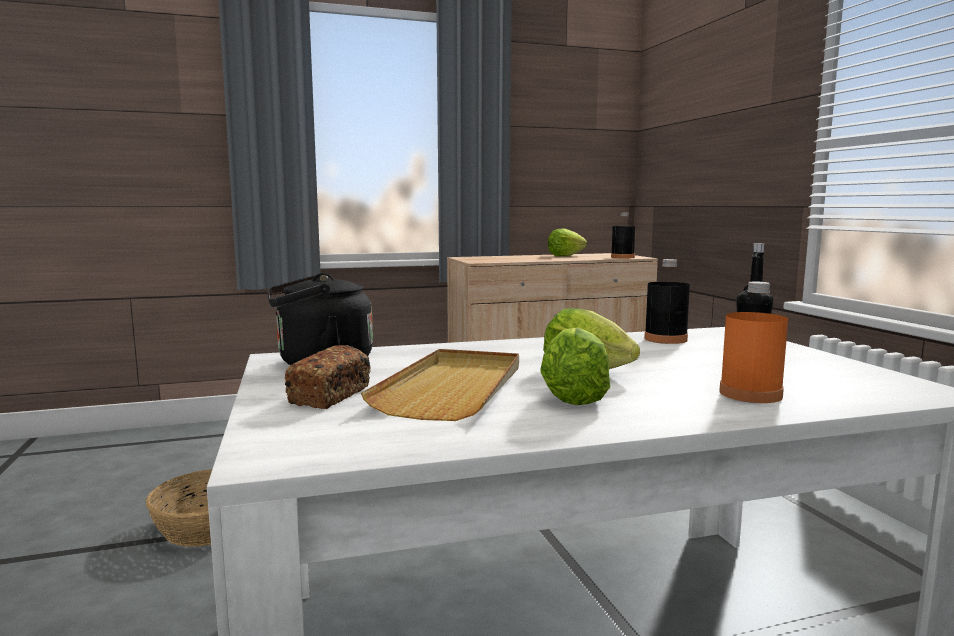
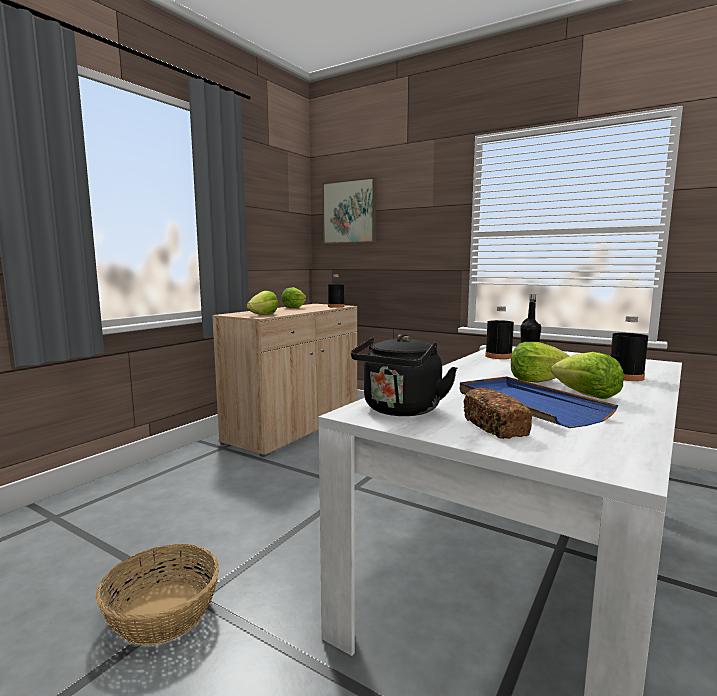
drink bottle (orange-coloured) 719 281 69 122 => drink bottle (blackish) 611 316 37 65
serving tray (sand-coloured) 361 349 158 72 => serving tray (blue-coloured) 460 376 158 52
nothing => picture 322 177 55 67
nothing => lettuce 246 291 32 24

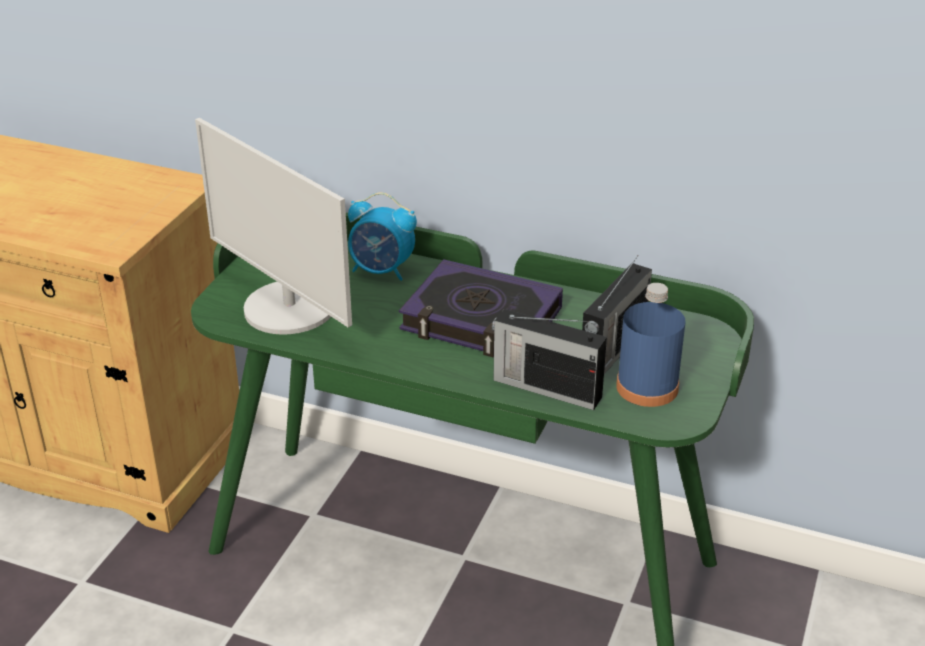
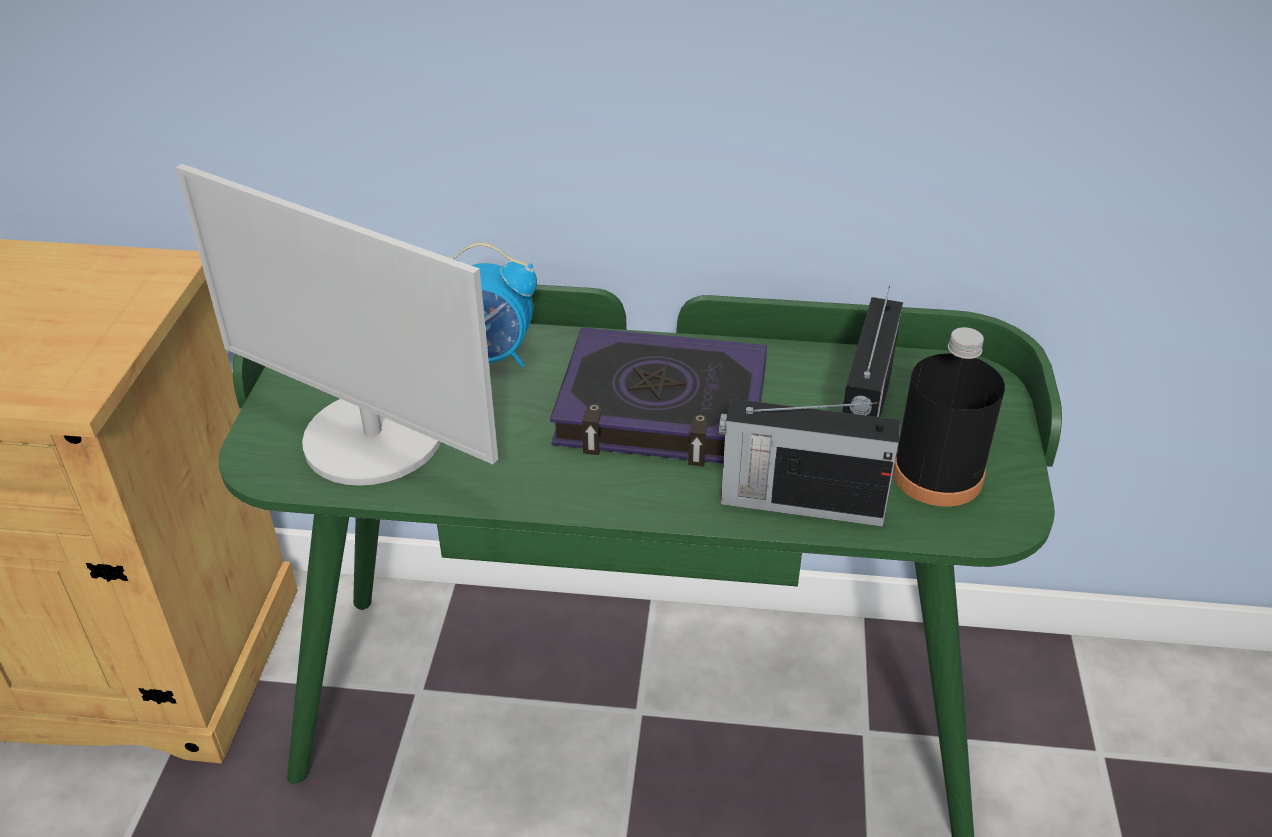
drink bottle (blue-coloured) 616 283 70 124 => drink bottle (blackish) 893 327 112 180

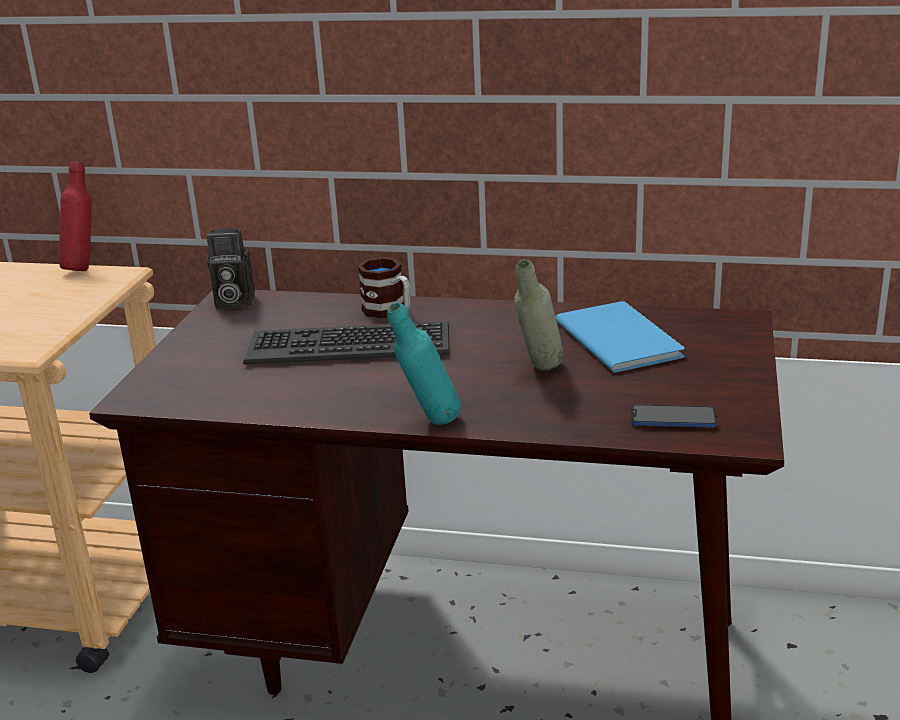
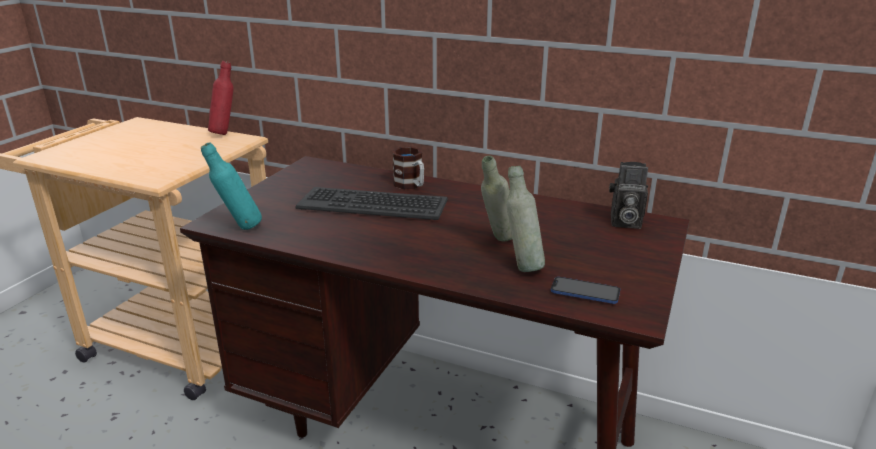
photo camera 207 228 48 81 => photo camera 609 162 39 67, shifted
book (blue-coloured) 556 301 129 72 => nothing
drink bottle (turquoise-coloured) 387 302 74 123 => drink bottle (turquoise-coloured) 201 143 61 87, shifted
nothing => drink bottle (gray) 506 166 39 106

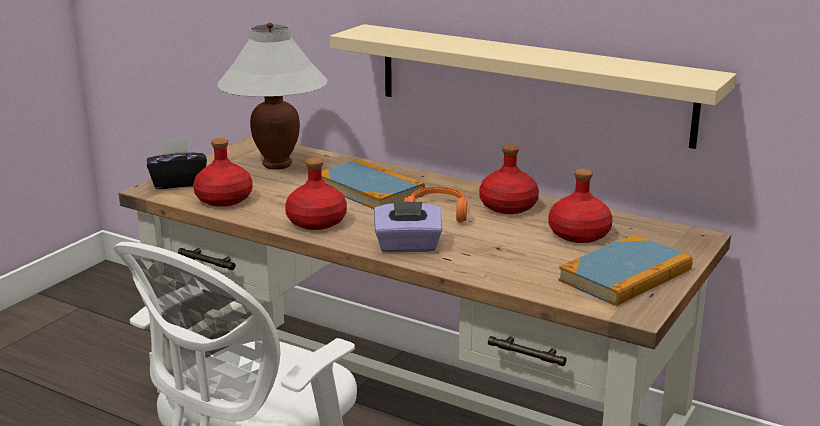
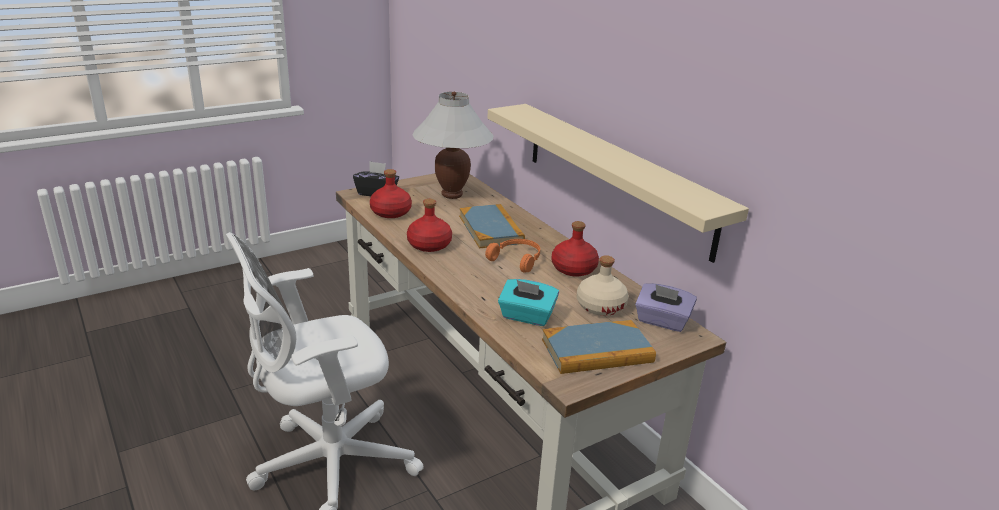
drink bottle (reddish) 549 169 64 74 => drink bottle (sand-coloured) 577 255 52 61
box of tissues (purple) 374 201 68 52 => box of tissues (purple) 635 283 62 49, shifted
nothing => box of tissues (turquoise-coloured) 498 279 61 47

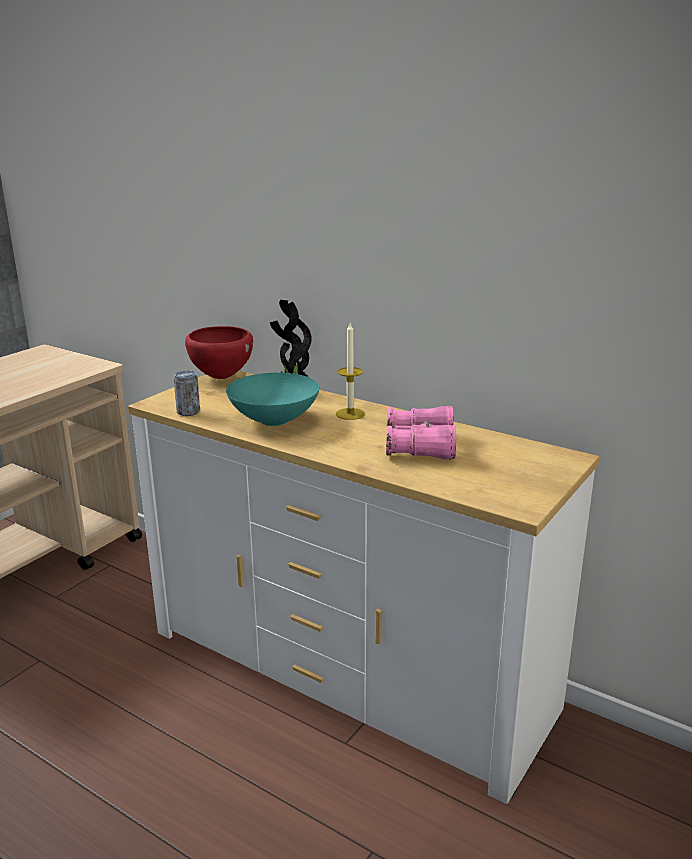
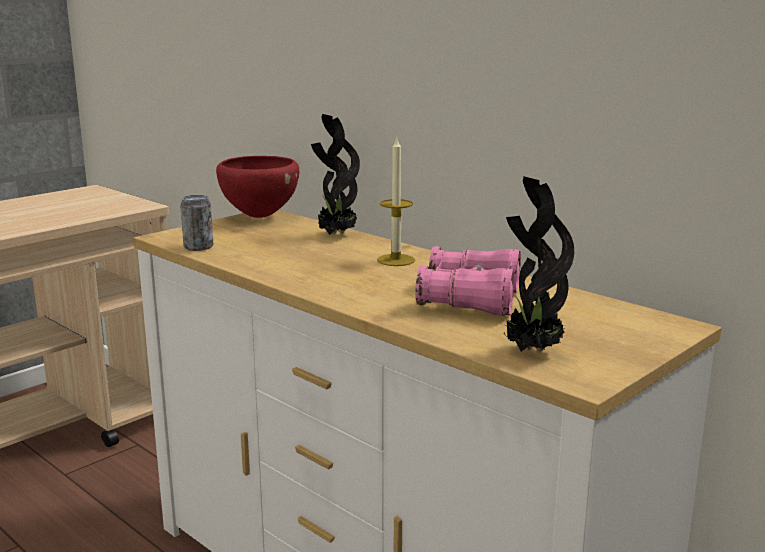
bowl (turquoise-coloured) 226 373 94 53 => nothing
nothing => houseplant 504 176 70 176

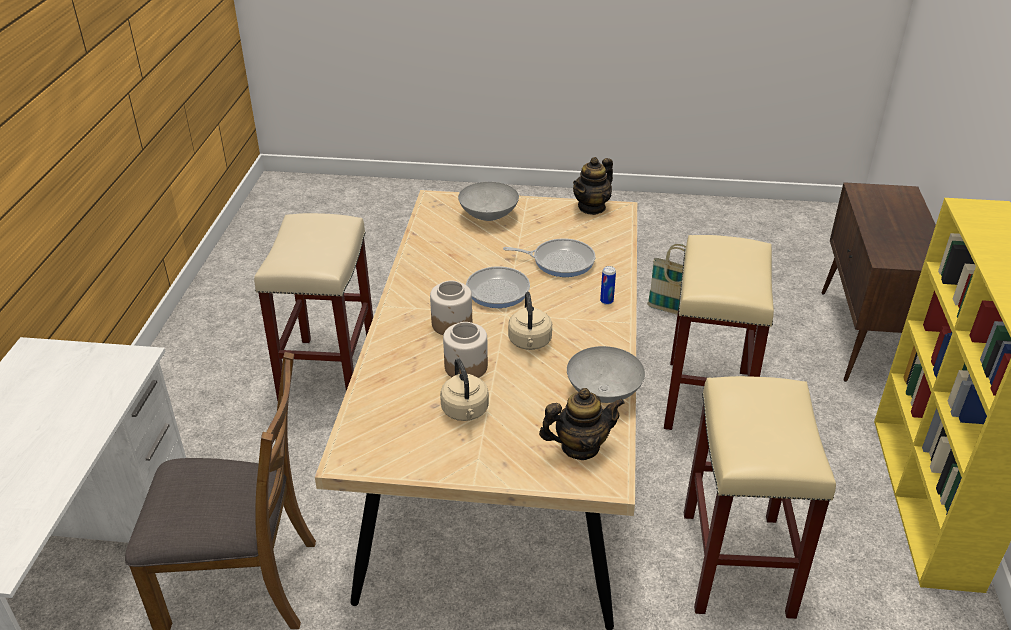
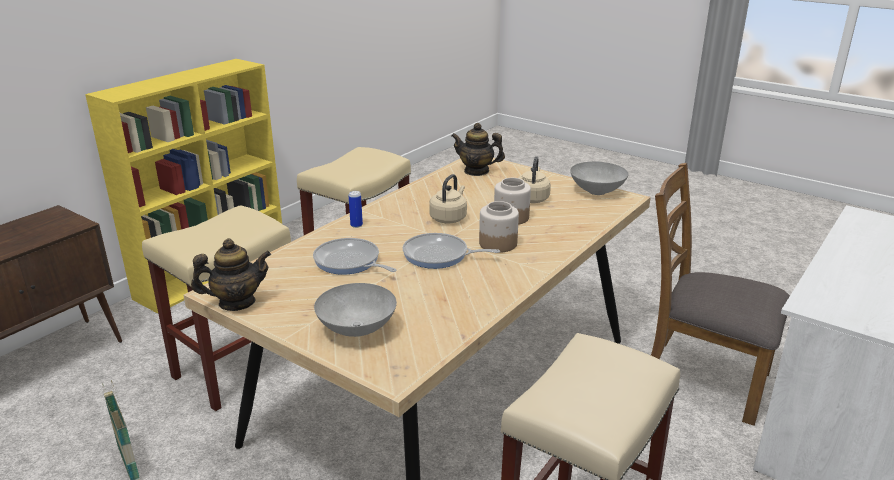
bowl (gray) 567 346 78 57 => bowl (gray) 570 161 58 34, shifted

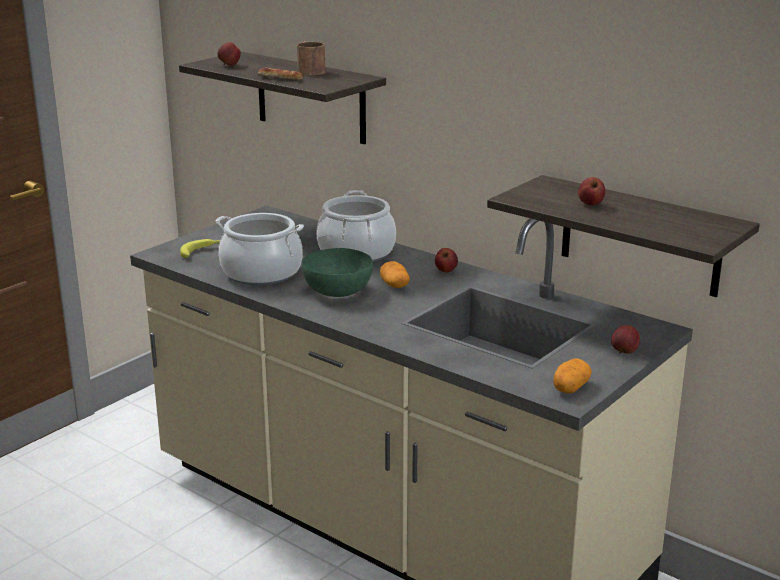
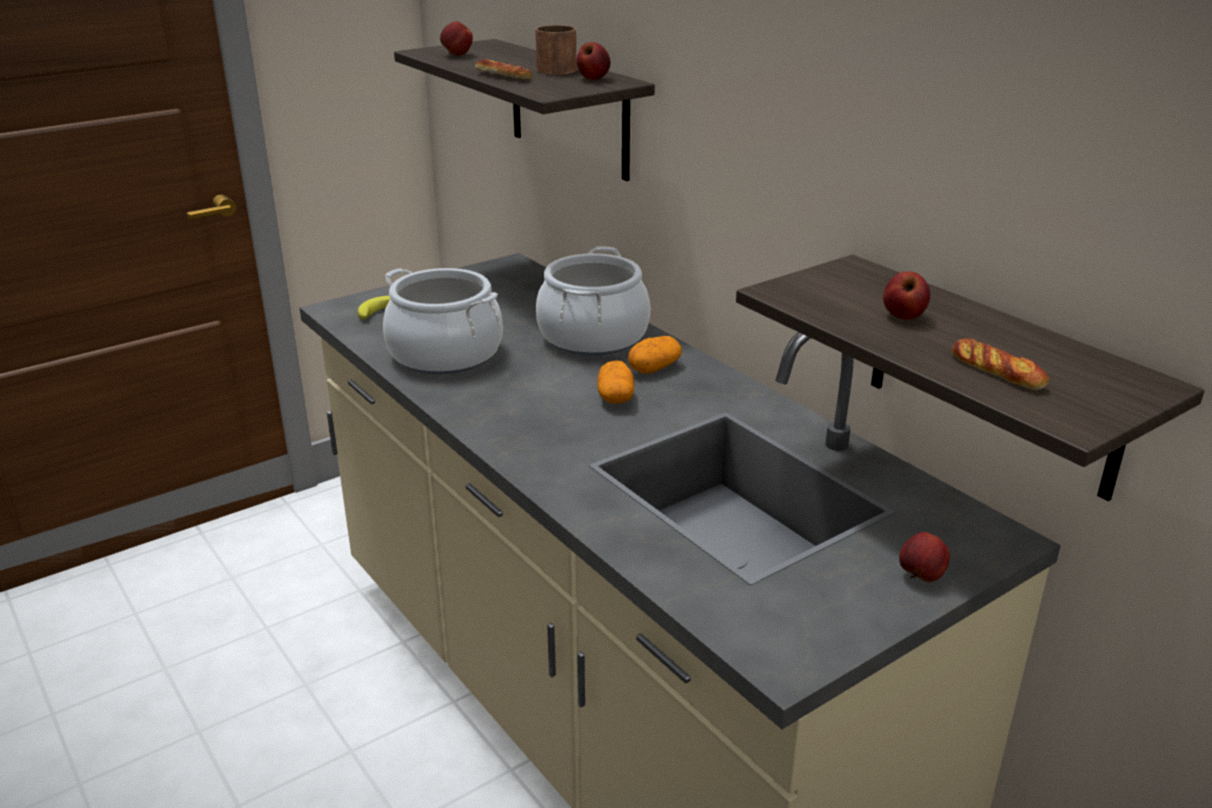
bowl (green) 302 248 71 49 => nothing
apple fruit 435 248 23 24 => apple fruit 577 42 34 38, shifted
potato 553 358 39 36 => potato 628 336 54 38, shifted
nothing => baked bread 952 338 97 52

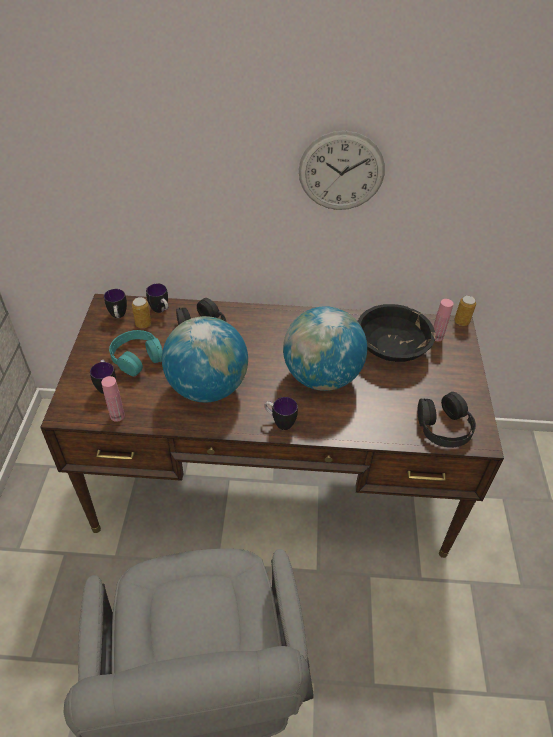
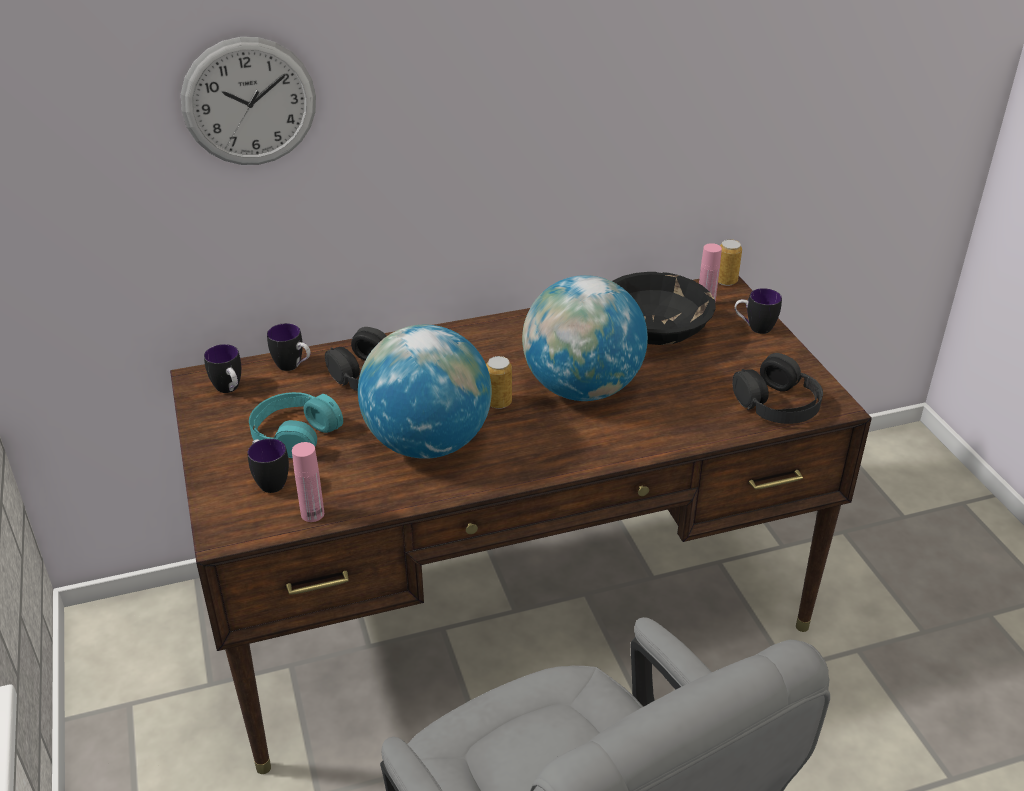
hanging clock 299 131 86 79 => hanging clock 181 37 135 128, shifted
metal can 132 297 19 31 => metal can 486 356 26 53, shifted
tea mug 264 397 34 33 => tea mug 735 288 47 46, shifted

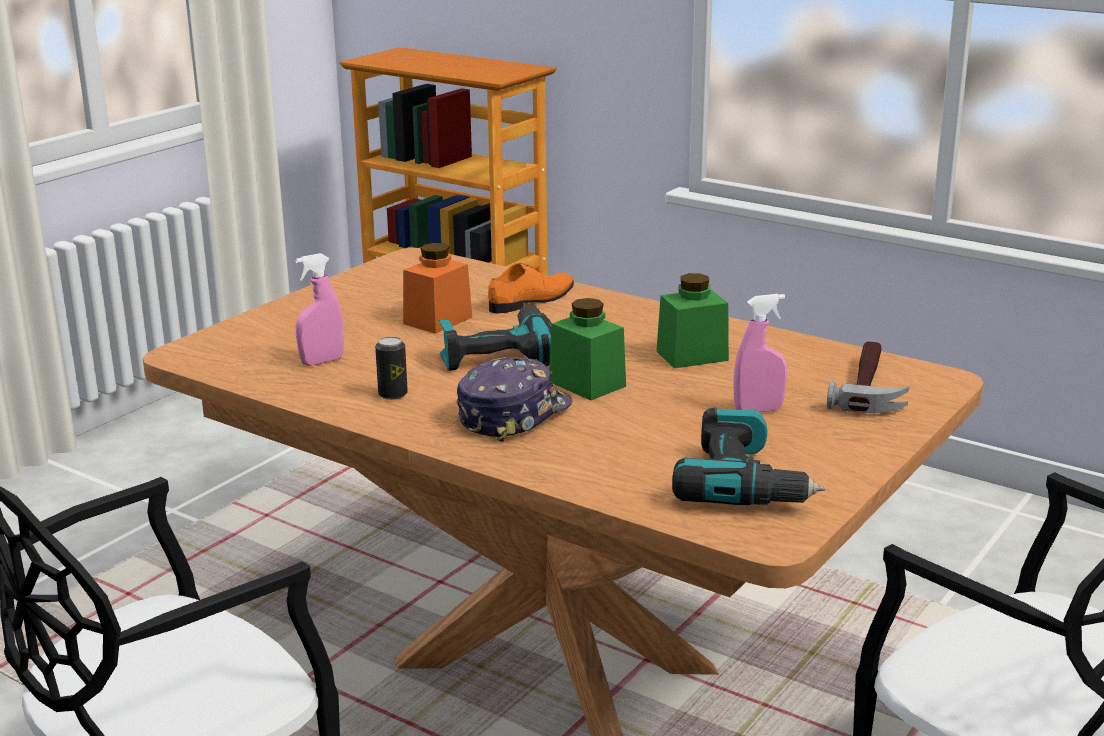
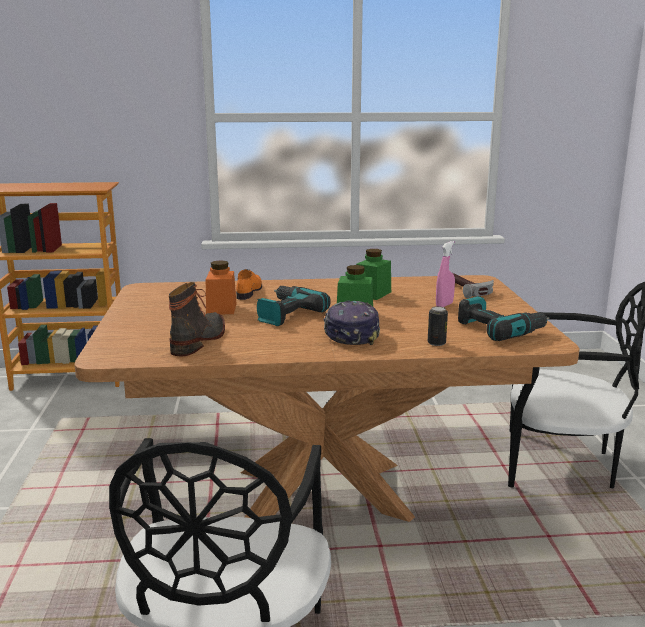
sprayer (pink) 295 253 49 113 => high-top boot 169 282 56 75
metal can 375 337 33 63 => metal can 428 306 20 40, shifted

